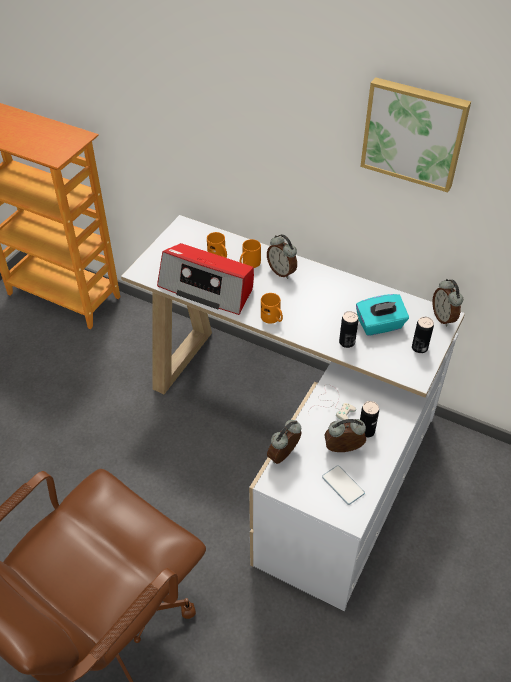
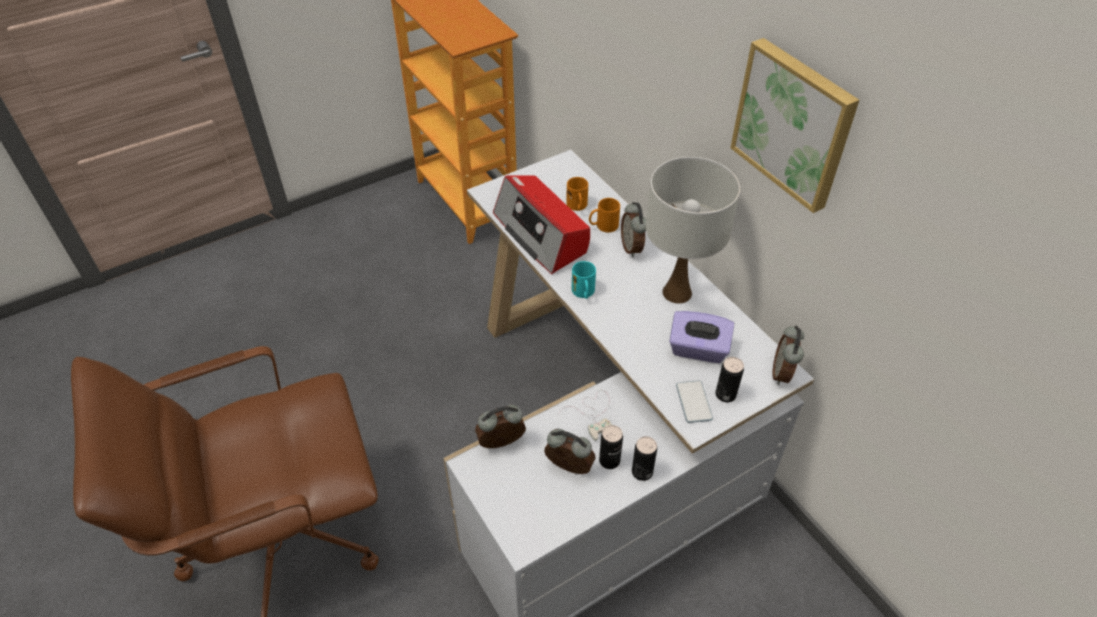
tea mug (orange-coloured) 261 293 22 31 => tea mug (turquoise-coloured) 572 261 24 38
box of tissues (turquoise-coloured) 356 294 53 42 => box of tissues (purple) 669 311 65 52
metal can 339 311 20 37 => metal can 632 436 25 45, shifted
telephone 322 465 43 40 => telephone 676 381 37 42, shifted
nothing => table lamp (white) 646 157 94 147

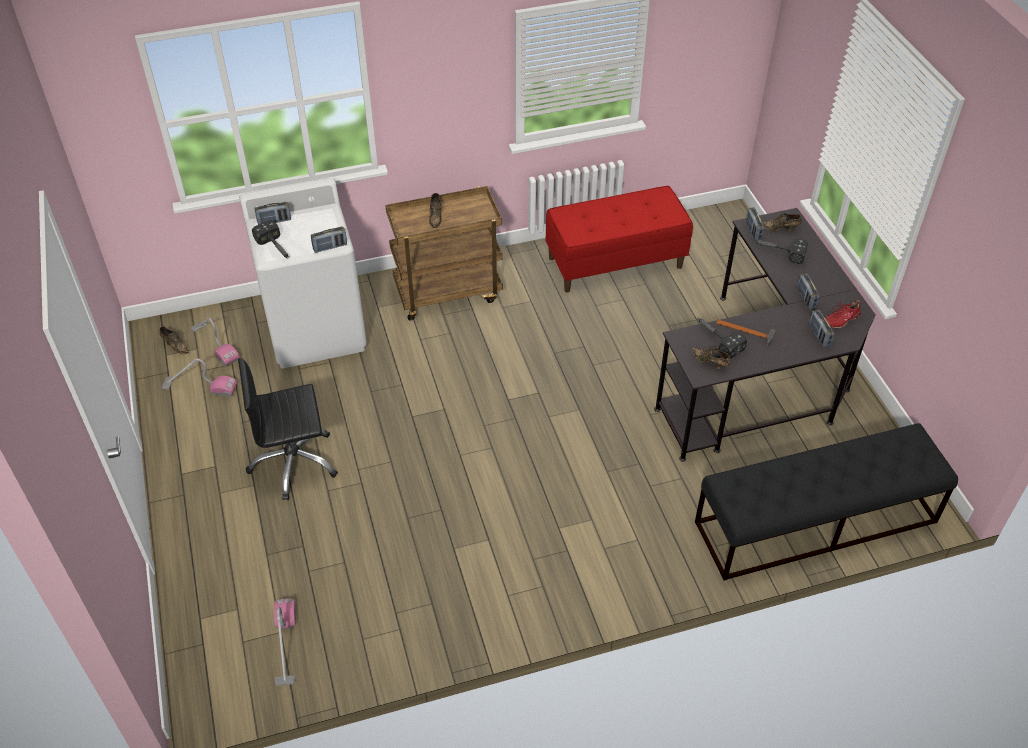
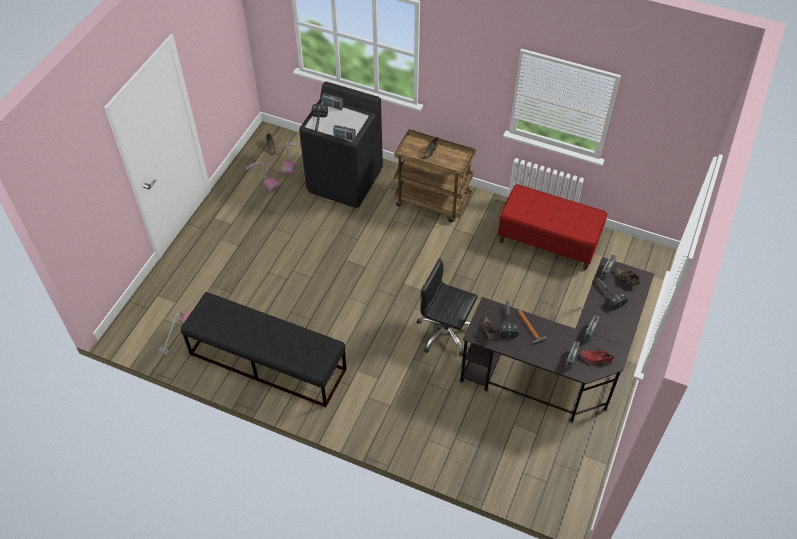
washing machine (white) 239 178 128 190 => washing machine (blackish) 299 82 84 126
computer chair (blackish) 238 358 100 142 => computer chair (blackish) 416 258 61 98, shifted
indoor bench (blackish) 695 423 263 157 => indoor bench (blackish) 181 292 166 116, shifted

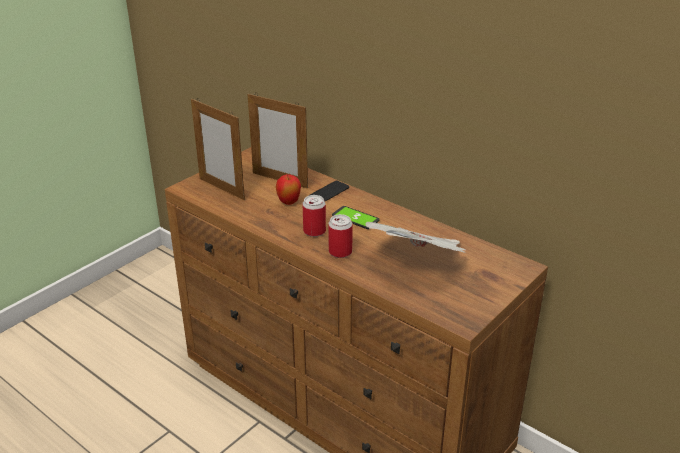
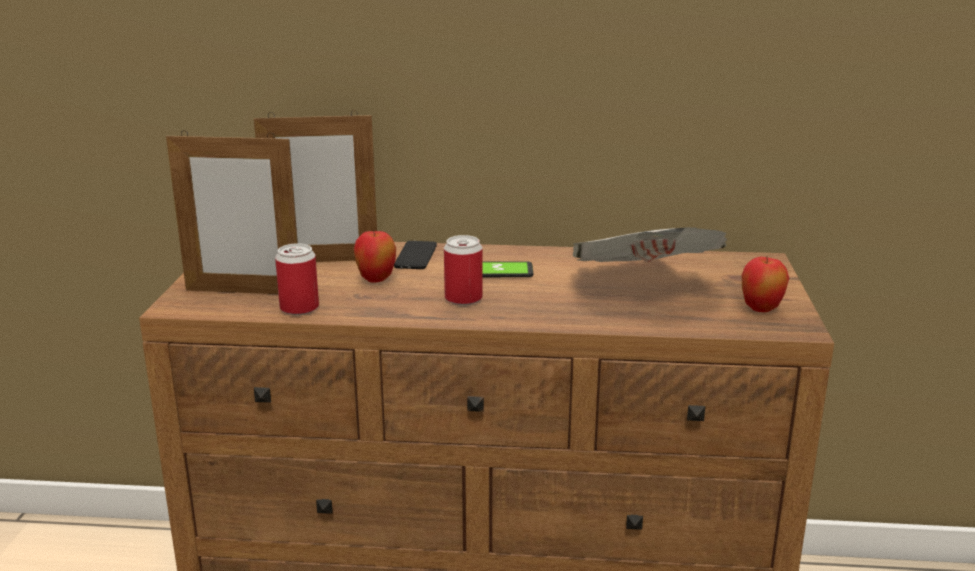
metal can 328 214 25 44 => metal can 275 243 44 72, shifted
nothing => apple fruit 741 256 48 56

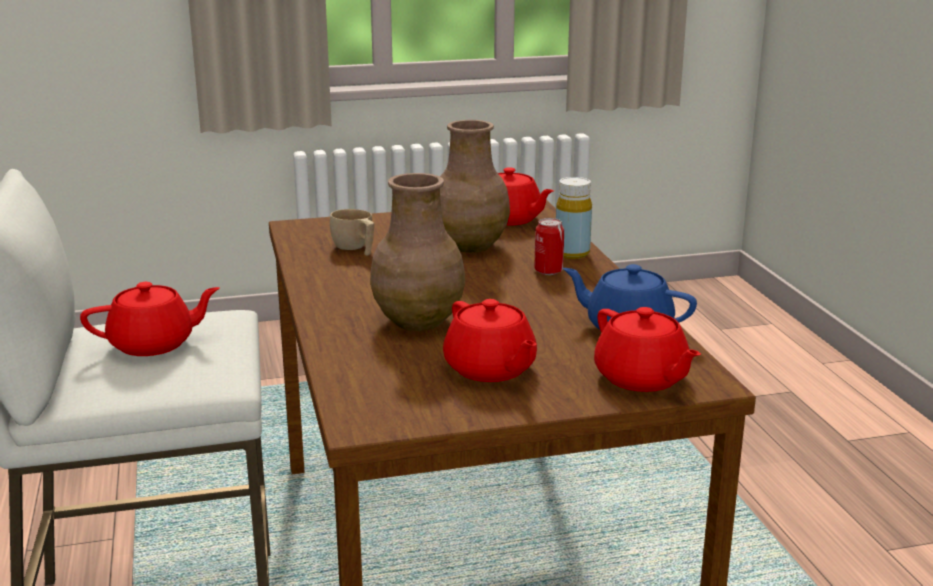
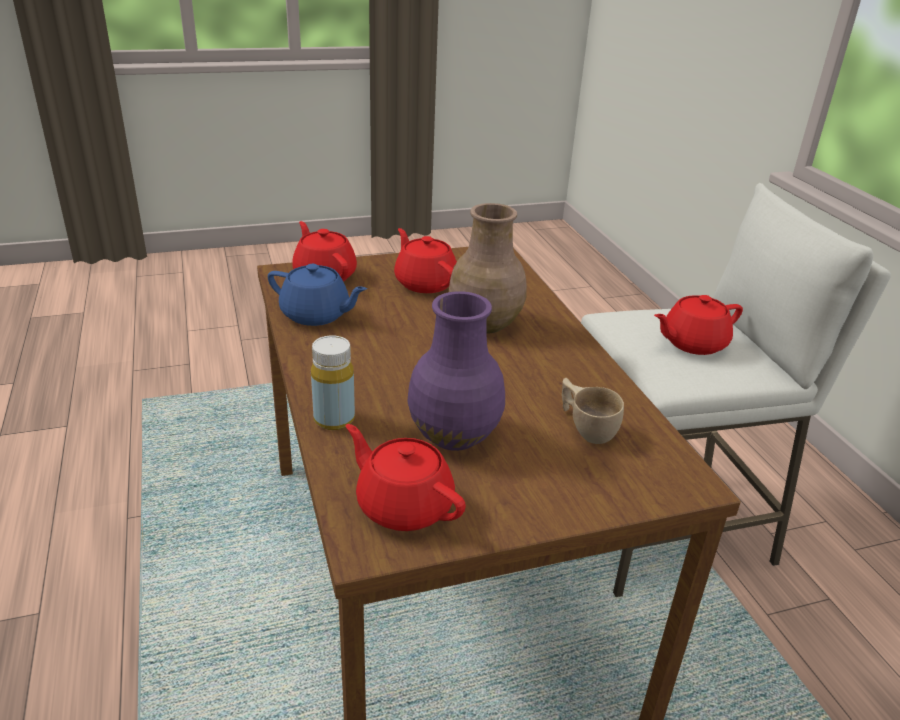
vase (brown-coloured) 440 120 70 133 => vase (purple) 408 291 97 160
metal can 534 218 30 57 => nothing

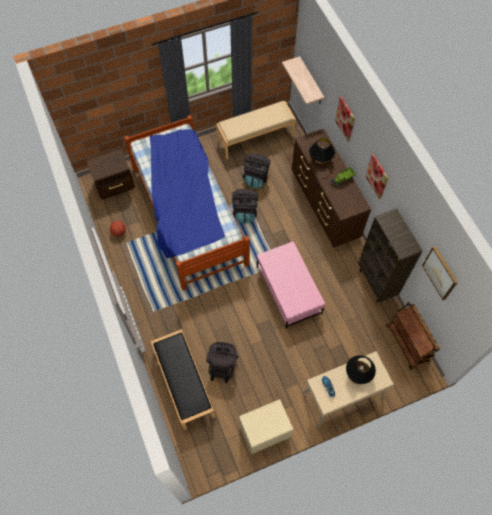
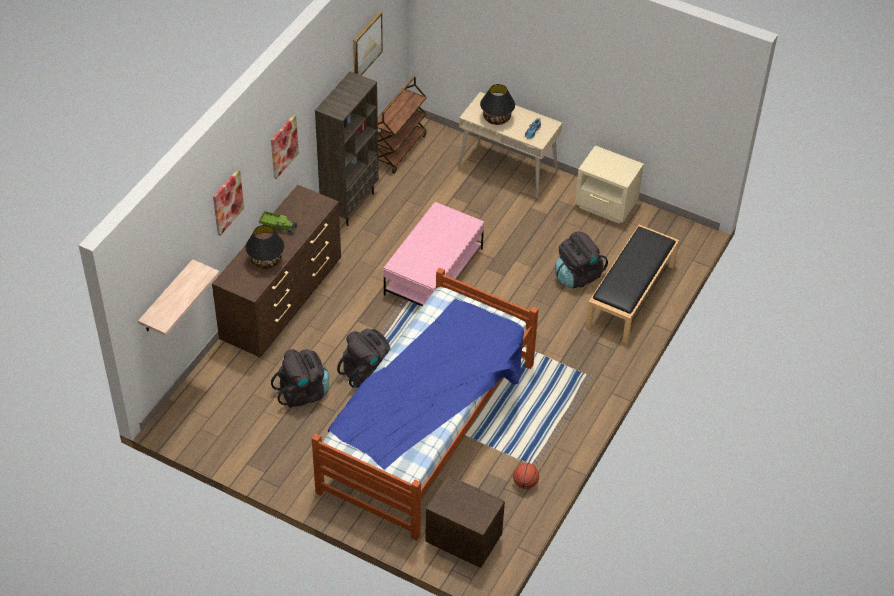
indoor bench (sand-coloured) 216 101 79 58 => nothing

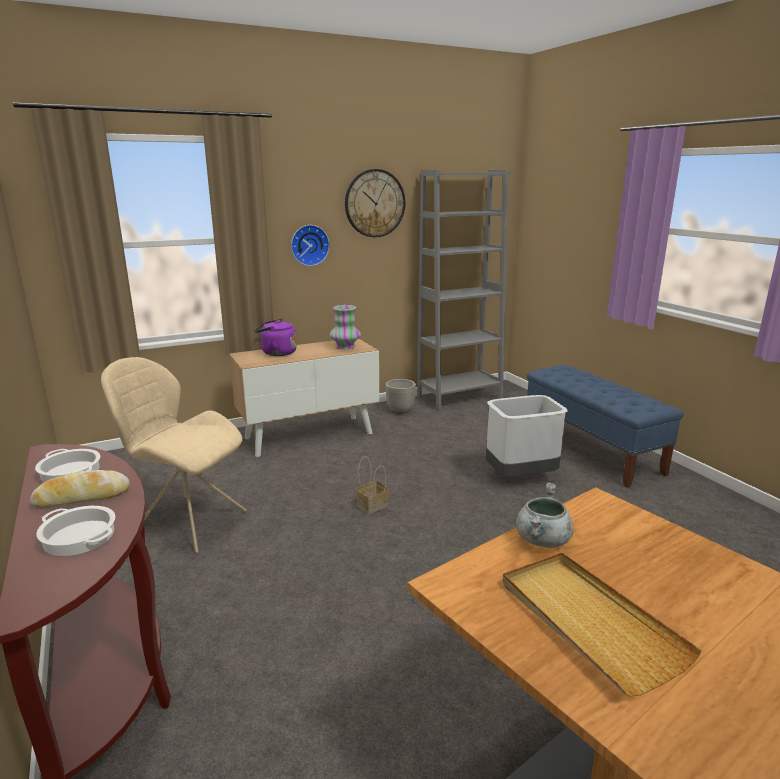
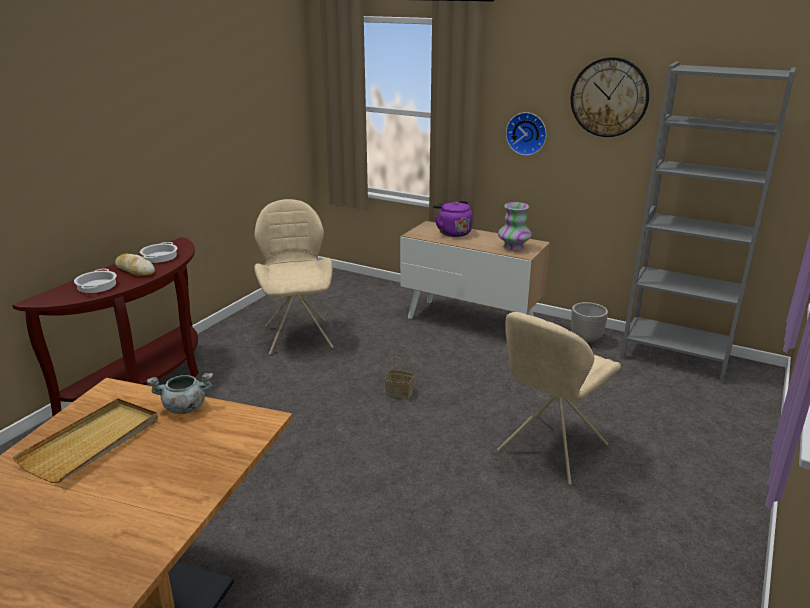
indoor bench (blue-coloured) 527 365 157 123 => nothing
trash can (gray) 486 395 82 82 => chair (sand-coloured) 497 312 124 173

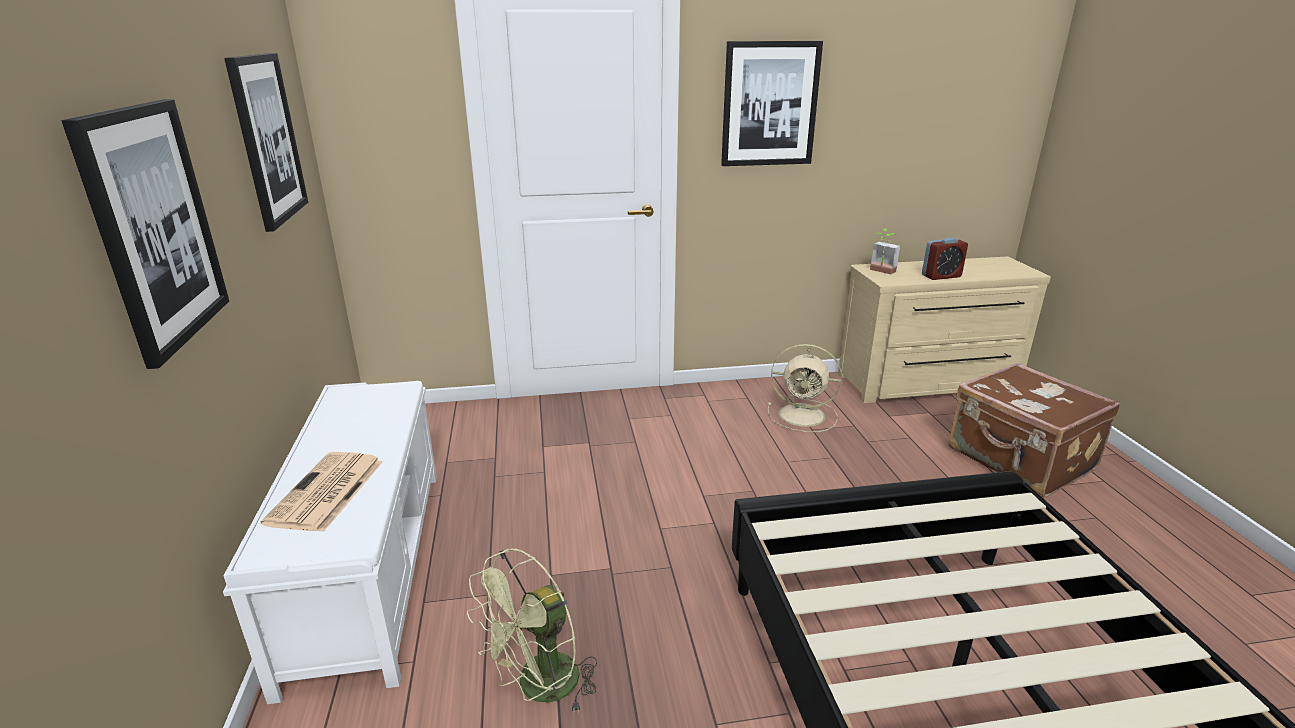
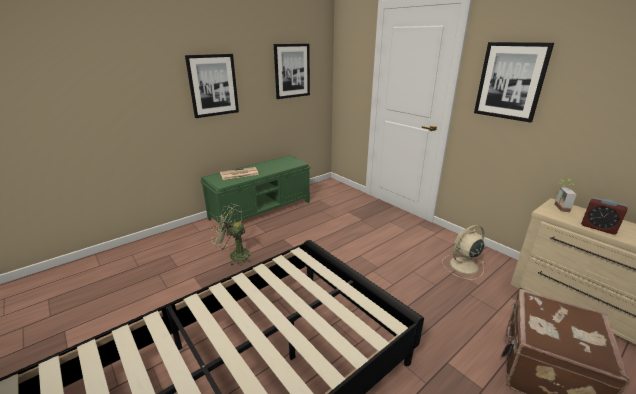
electric fan (sand-coloured) 768 344 74 88 => electric fan (sand-coloured) 442 225 43 55, 75 degrees clockwise
indoor bench (white) 223 381 214 323 => indoor bench (green) 200 155 111 77

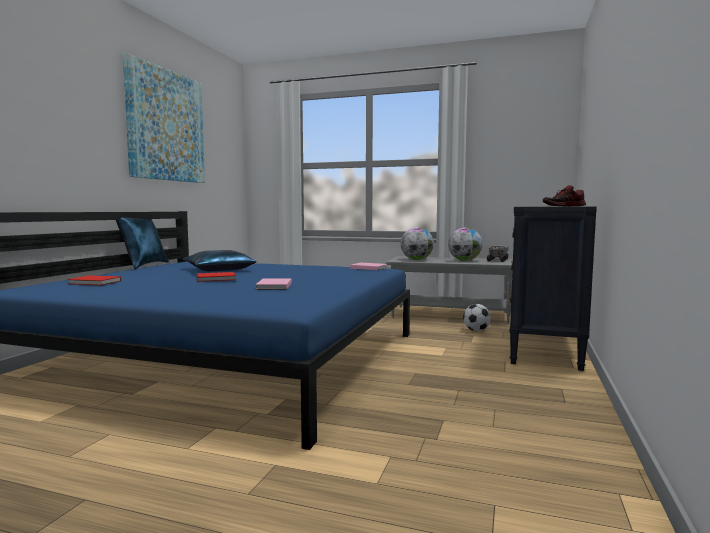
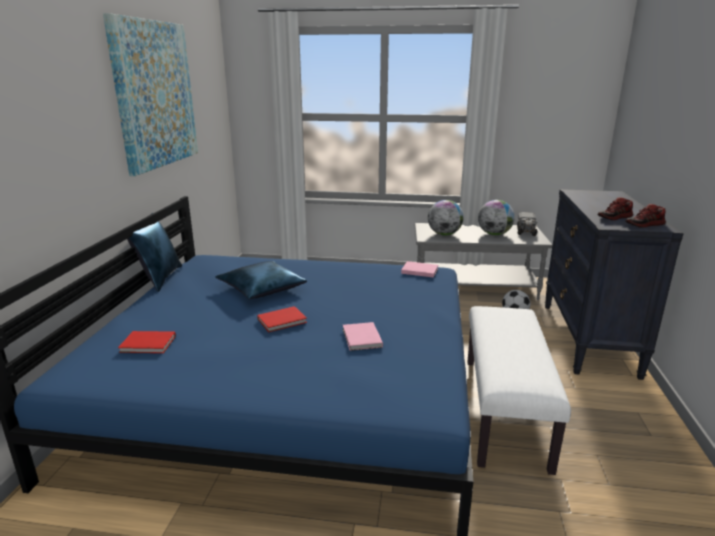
nothing => low shoe 597 197 36 23
nothing => indoor bench (white) 468 306 103 169

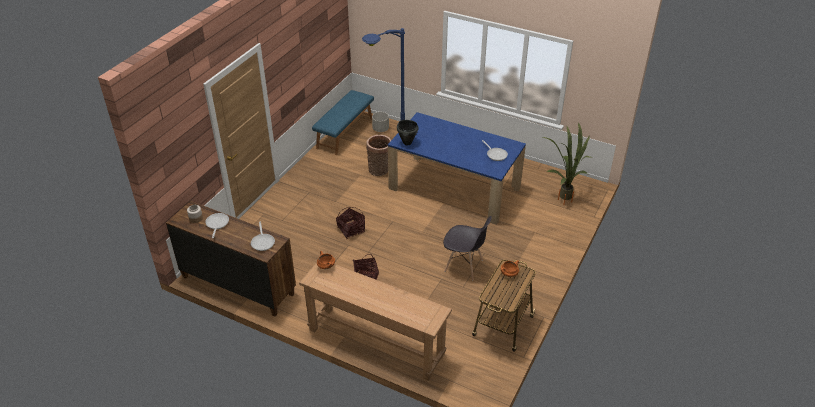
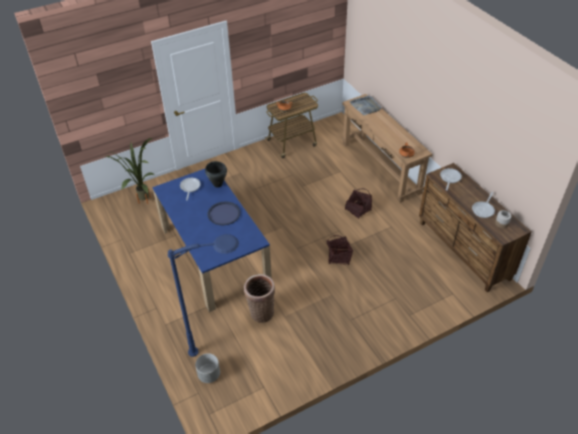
indoor bench (blue-coloured) 312 90 62 65 => nothing
cooking pot (blackish) 397 120 22 25 => cooking pot (blackish) 205 161 22 27, shifted
chair (gray) 443 216 49 64 => nothing
nothing => serving tray (gray) 350 96 31 19
nothing => serving tray (blue-coloured) 207 201 33 24

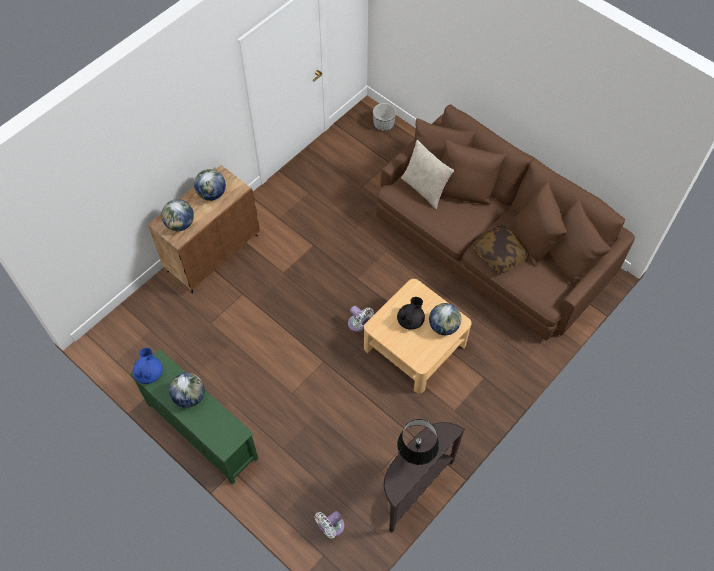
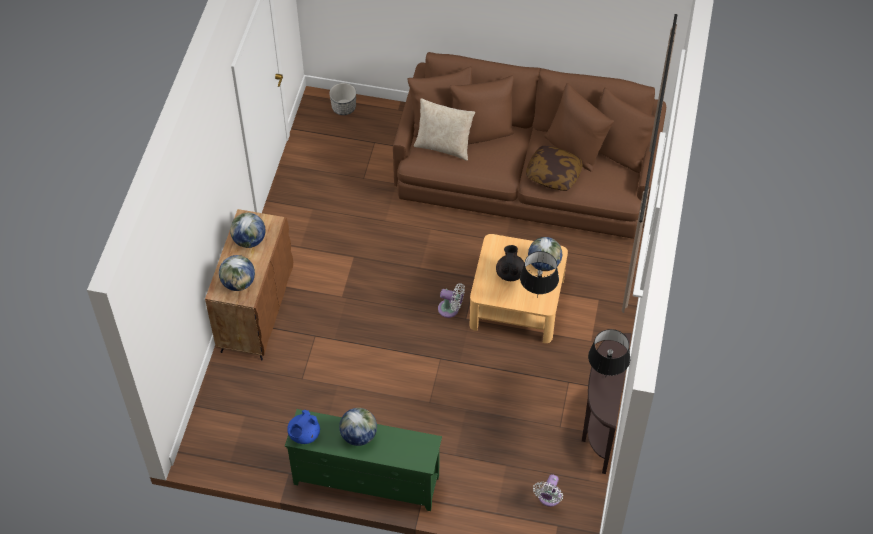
teapot (blue-coloured) 133 348 30 36 => teapot (blue-coloured) 287 410 33 34, 120 degrees counterclockwise
nothing => table lamp (blackish) 520 251 39 47

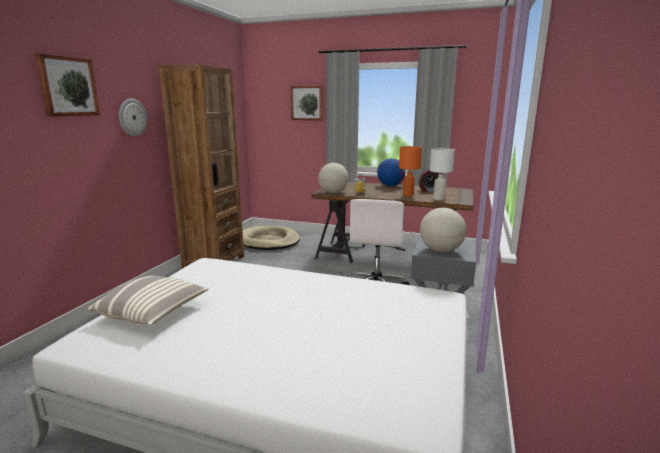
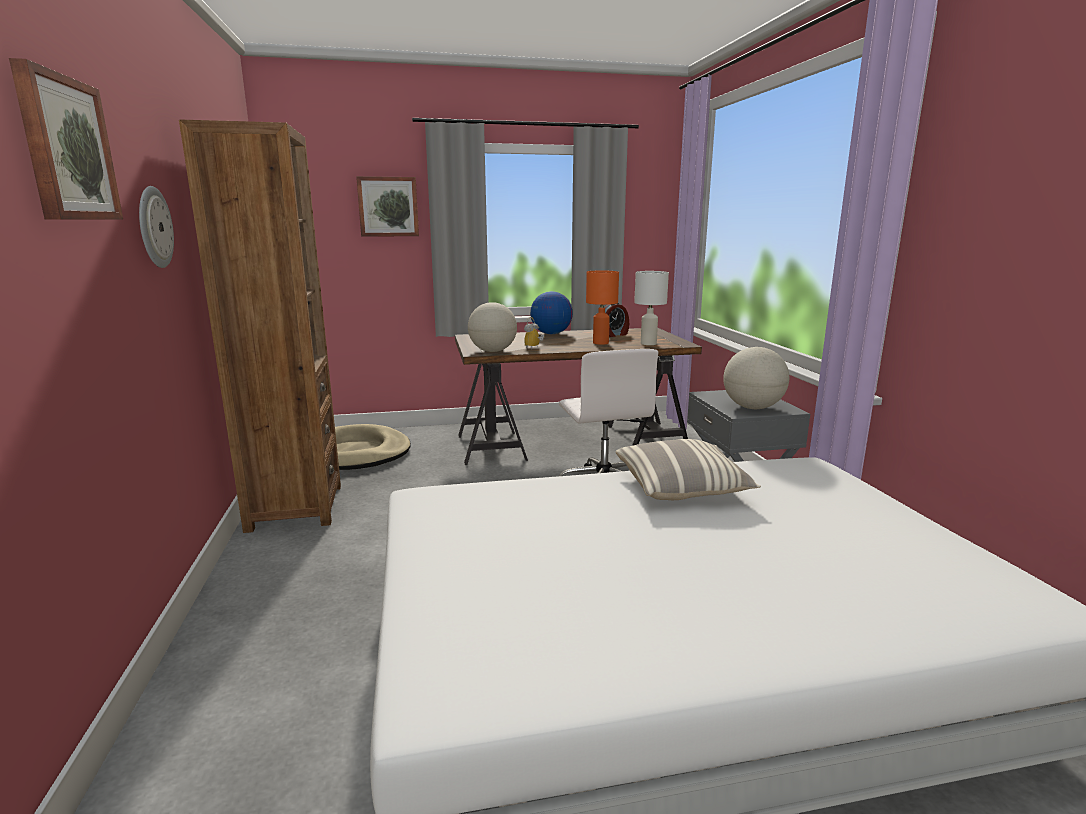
throw pillow 88 275 121 50 => throw pillow 616 439 145 61, shifted

